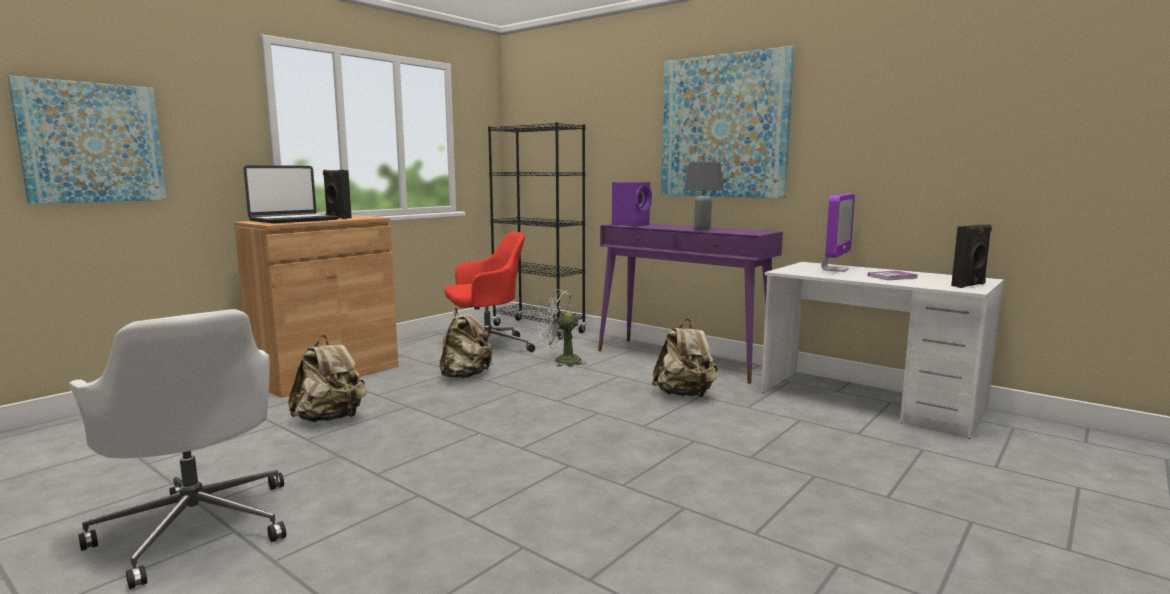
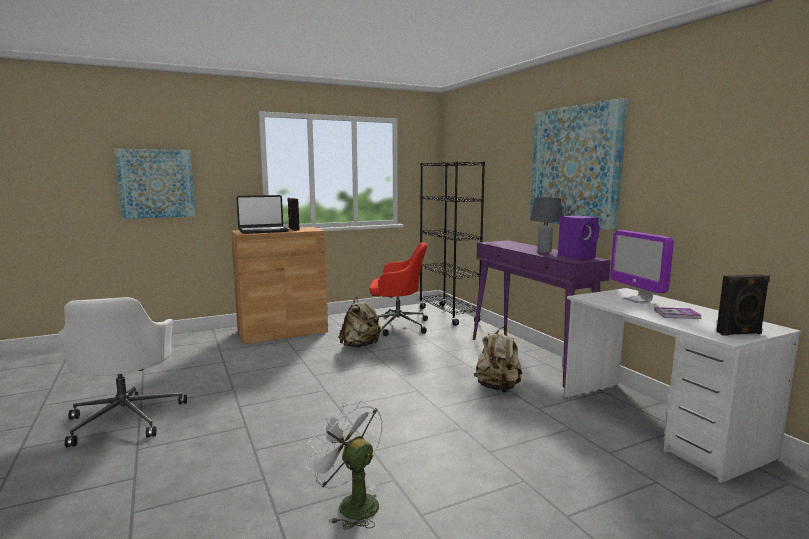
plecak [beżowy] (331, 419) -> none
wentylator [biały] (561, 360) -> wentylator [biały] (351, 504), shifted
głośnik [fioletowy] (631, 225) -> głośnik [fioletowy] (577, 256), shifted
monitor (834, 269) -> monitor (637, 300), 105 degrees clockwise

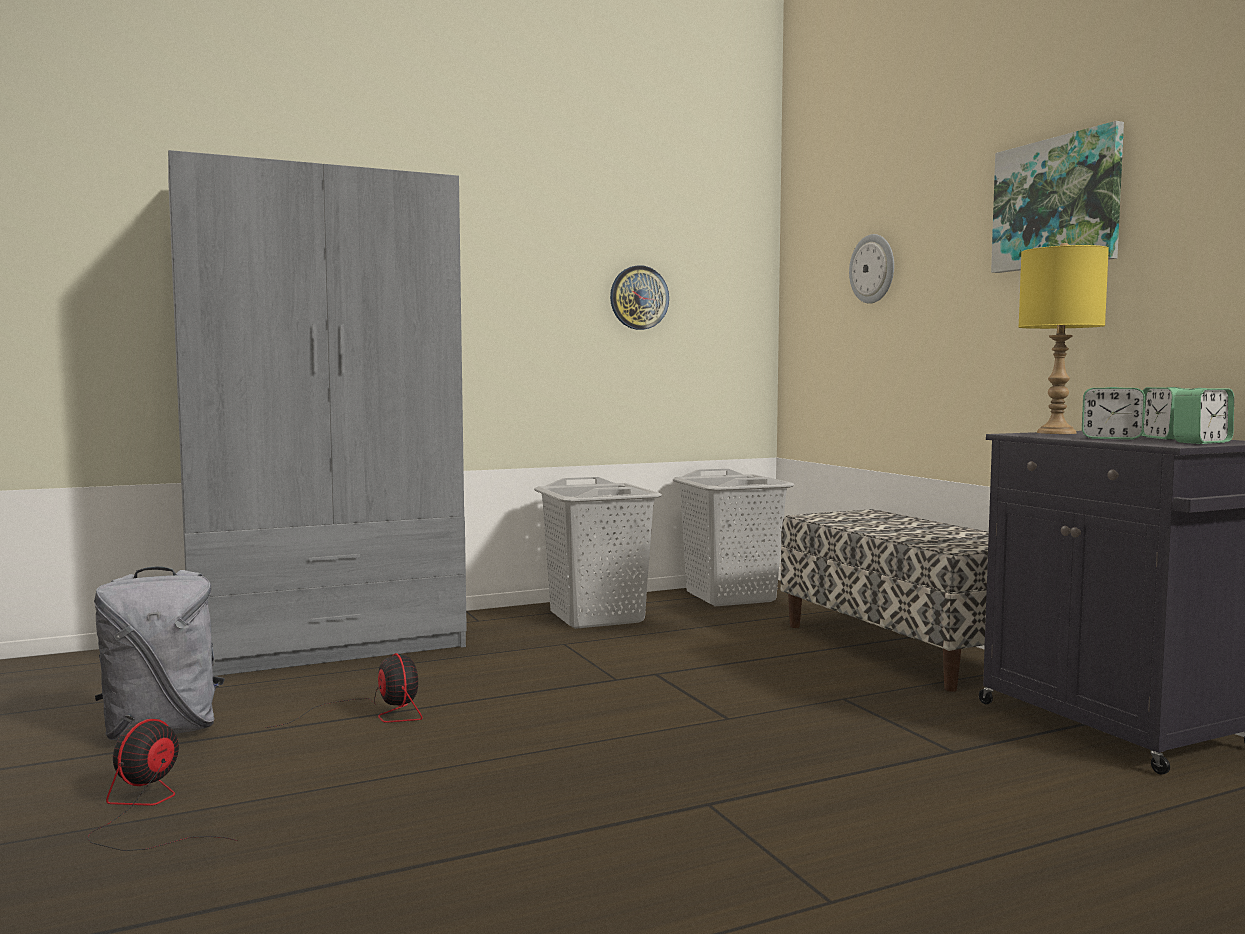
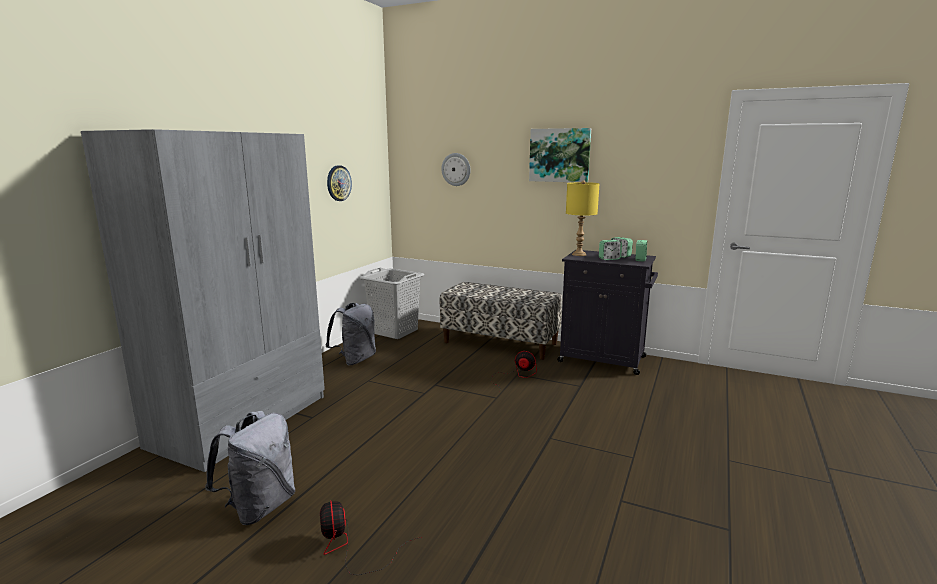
wentylator (373, 714) -> wentylator (515, 376), shifted
kosz na pranie [szary] (597, 617) -> plecak [szary] (355, 360)

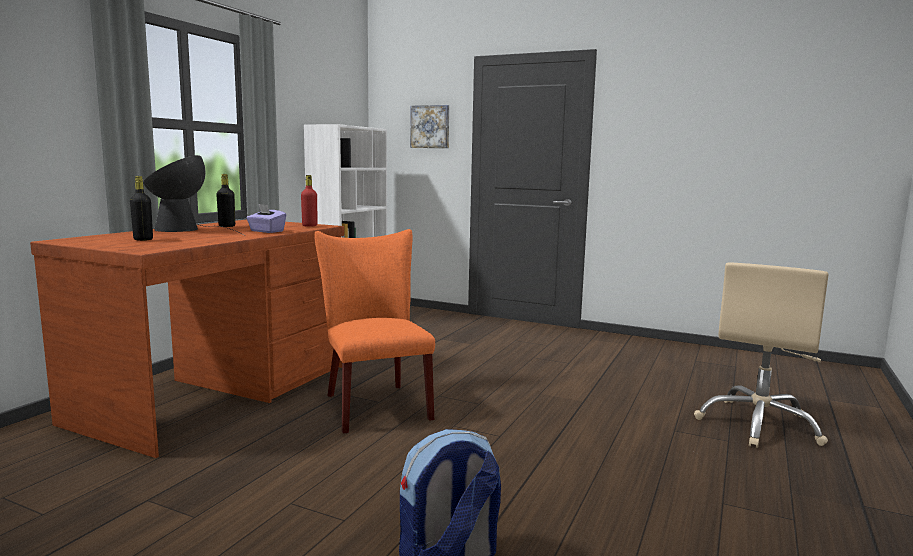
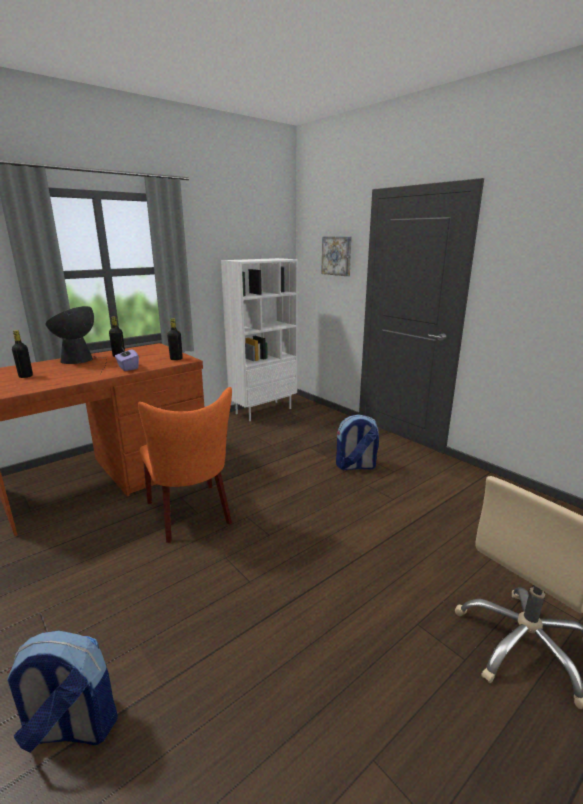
butelka [czerwony] (309, 226) -> butelka [czarny] (176, 359)
krzesło [pomarańczowy] (373, 404) -> krzesło [pomarańczowy] (191, 515), 150 degrees clockwise
none -> plecak (355, 466)

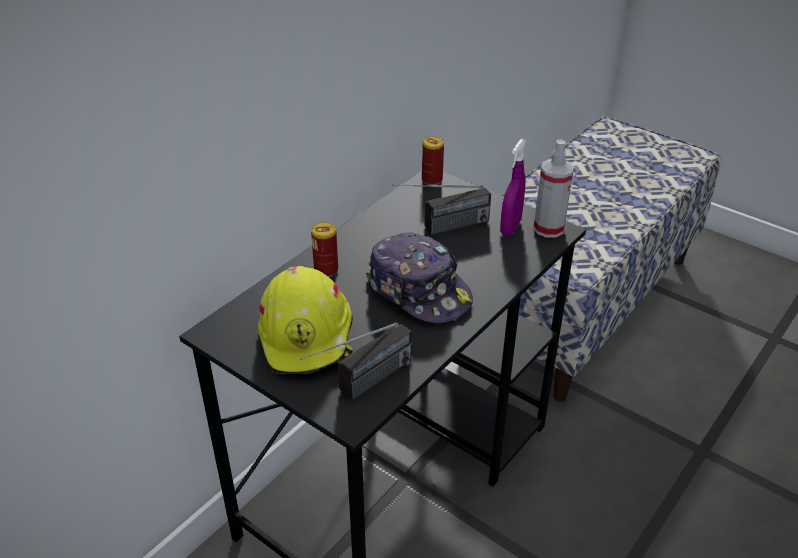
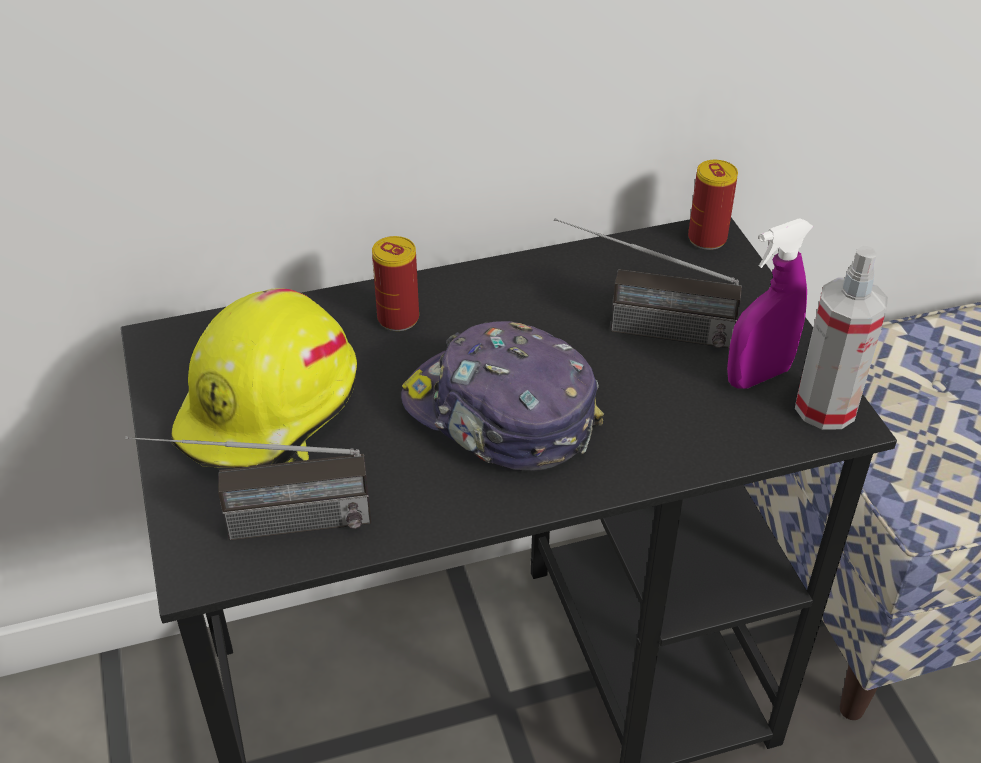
czapka z daszkiem (419, 290) -> czapka z daszkiem (499, 415), 135 degrees clockwise

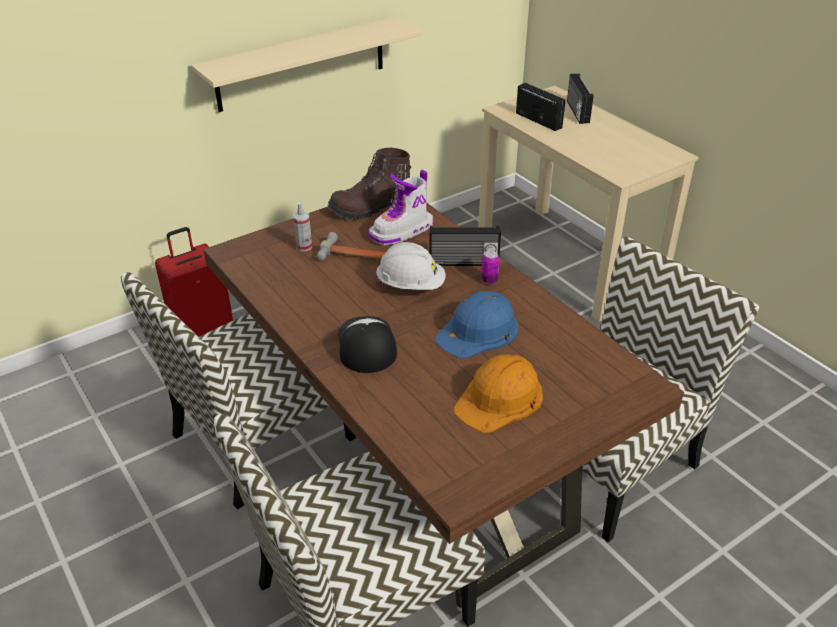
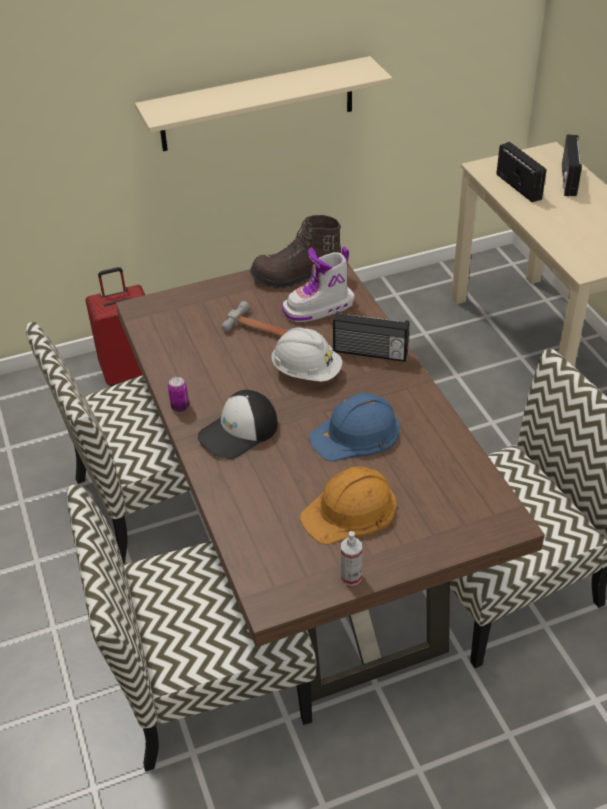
spryskiwacz (304, 247) -> spryskiwacz (351, 577), shifted
czapka z daszkiem (366, 345) -> czapka z daszkiem (239, 432), 135 degrees counterclockwise
puszka (489, 280) -> puszka (180, 407), shifted

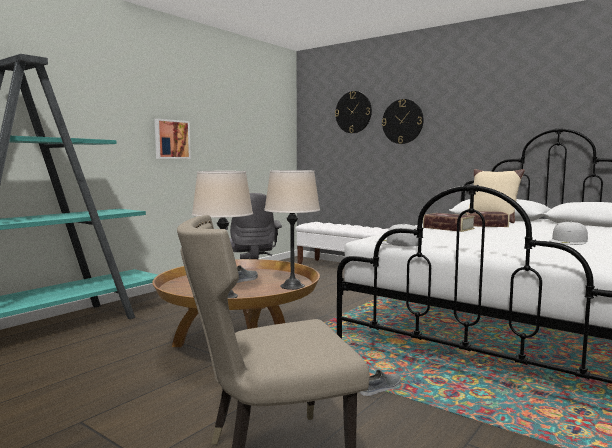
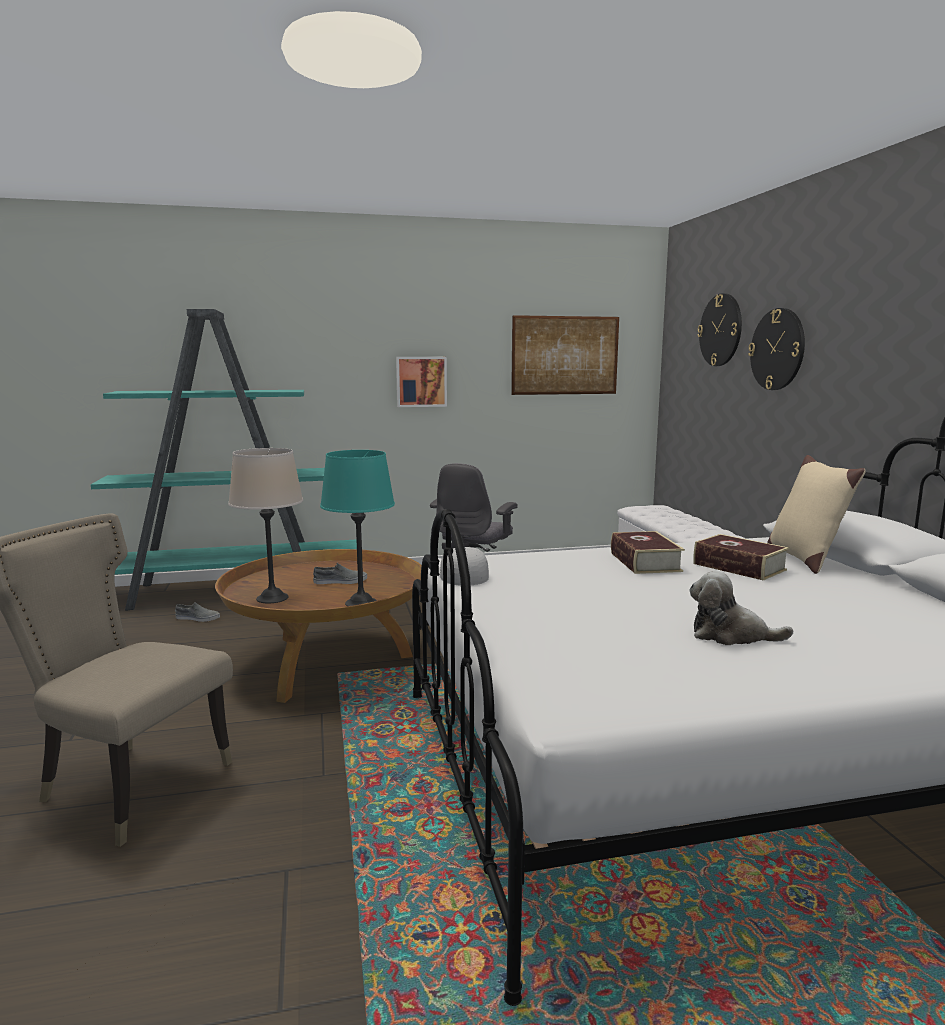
lampa stołowa [beżowy] (292, 286) -> lampa stołowa [turkusowy] (361, 603)
but [szary] (381, 388) -> but [szary] (197, 618), shifted
czapka z daszkiem [biały] (569, 241) -> pluszak (730, 635)
none -> obraz (565, 355)

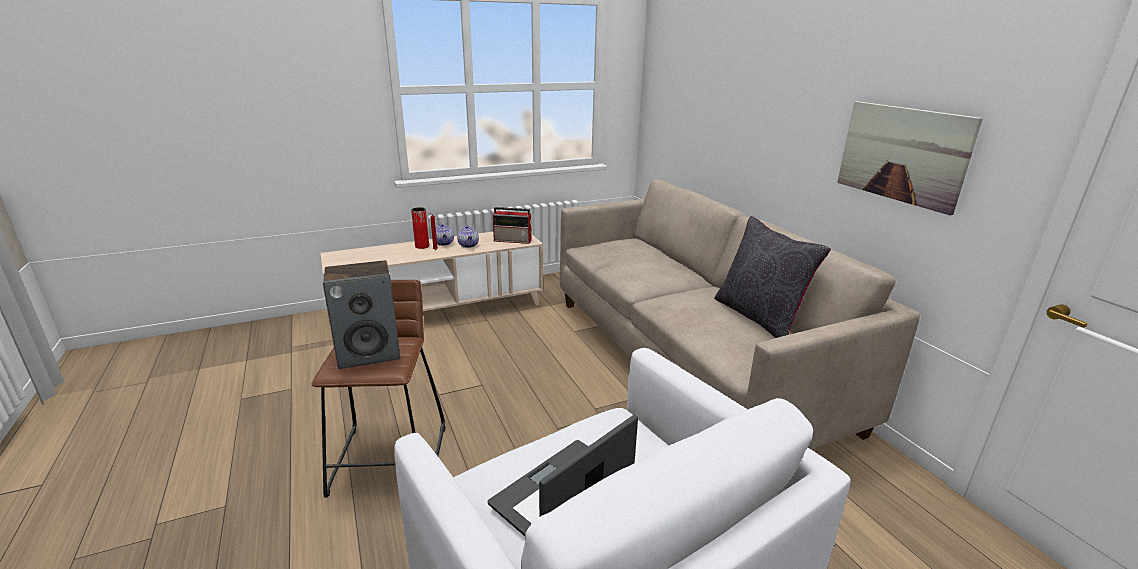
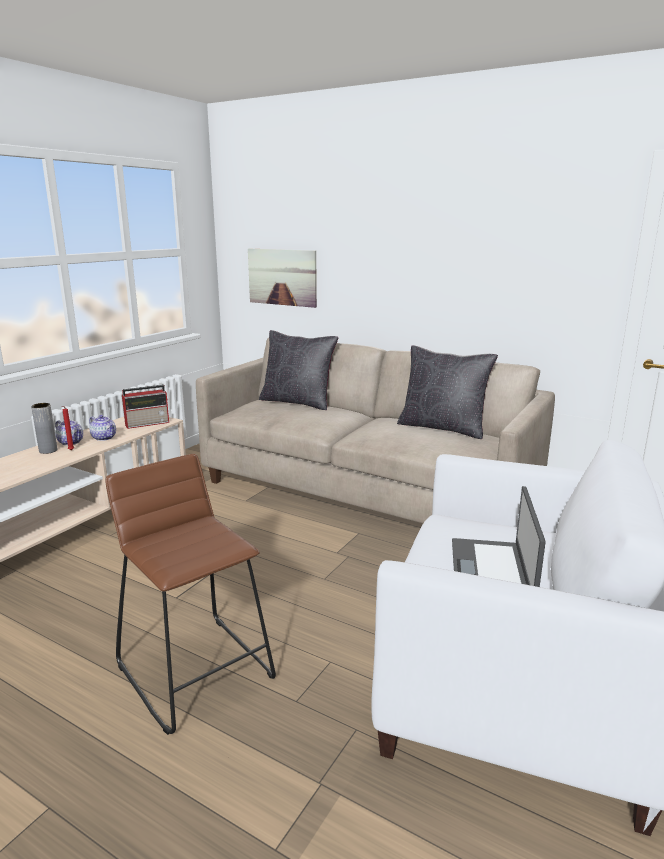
głośnik (369, 353) -> none
wazon [czerwony] (422, 246) -> wazon [szary] (48, 450)
obraz (902, 154) -> obraz (282, 277), shifted
none -> poduszka [czarny] (297, 402)

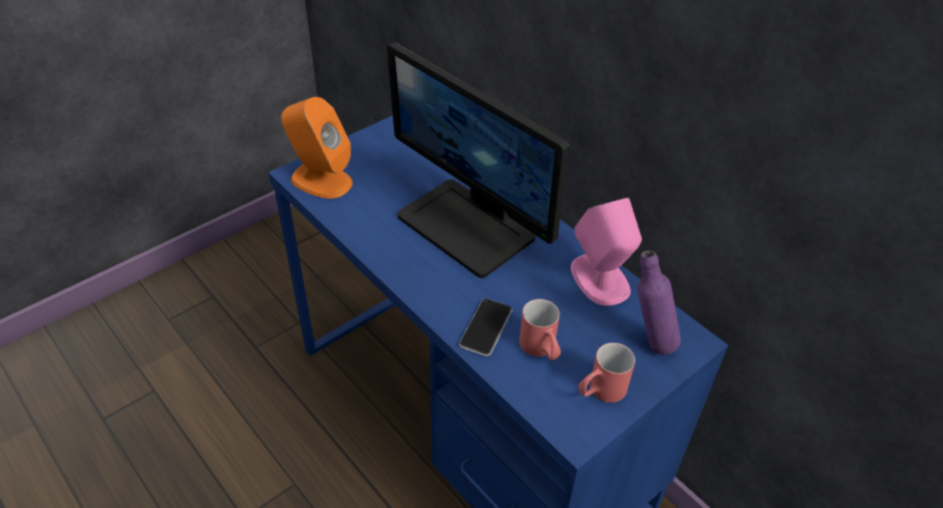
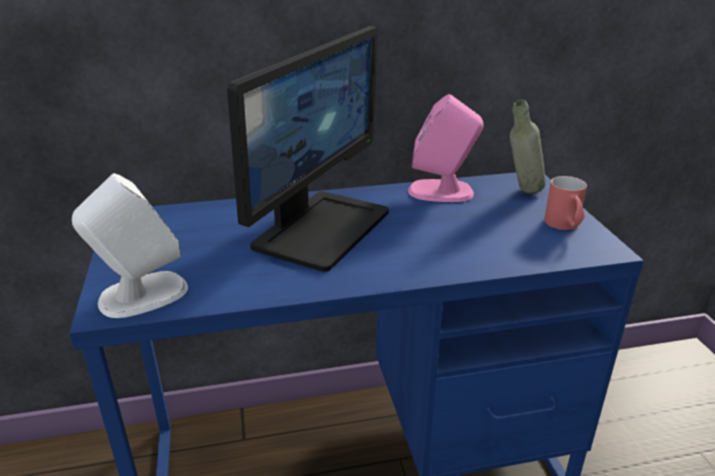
głośnik [pomarańczowy] (320, 180) -> głośnik [biały] (142, 295)
monitor (468, 226) -> monitor (320, 228), 45 degrees counterclockwise
telefon (486, 328) -> none
kubek [czerwony] (541, 350) -> none
butelka [fioletowy] (649, 342) -> butelka [szary] (521, 193)

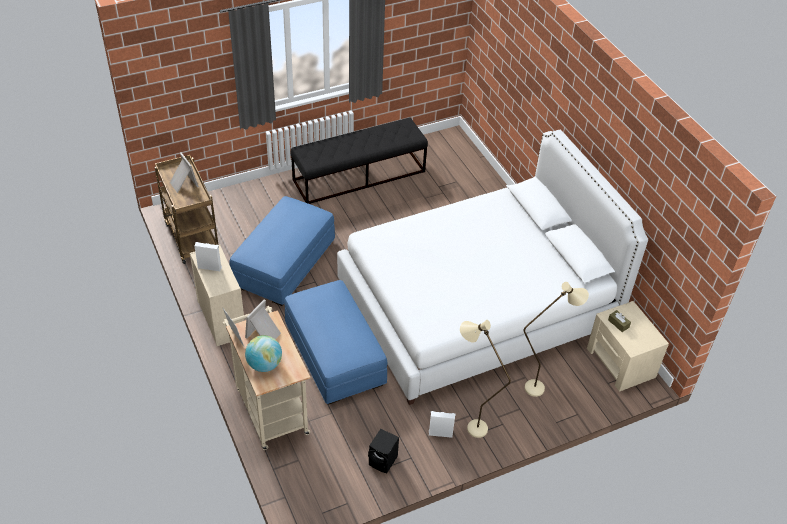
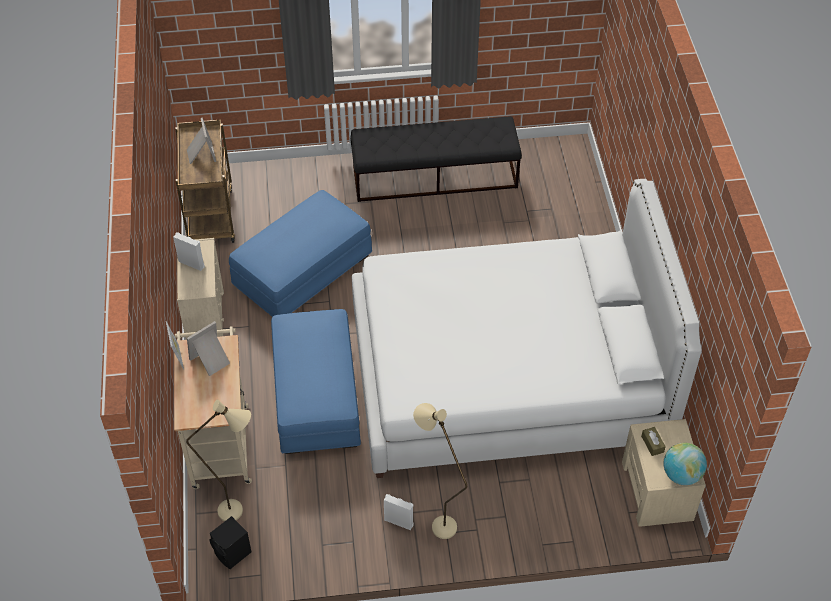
globus (264, 365) -> globus (681, 475), shifted
głośnik [czarny] (383, 461) -> głośnik [czarny] (233, 554), shifted
lampa stojąca [beżowy] (541, 387) -> lampa stojąca [beżowy] (239, 511), shifted

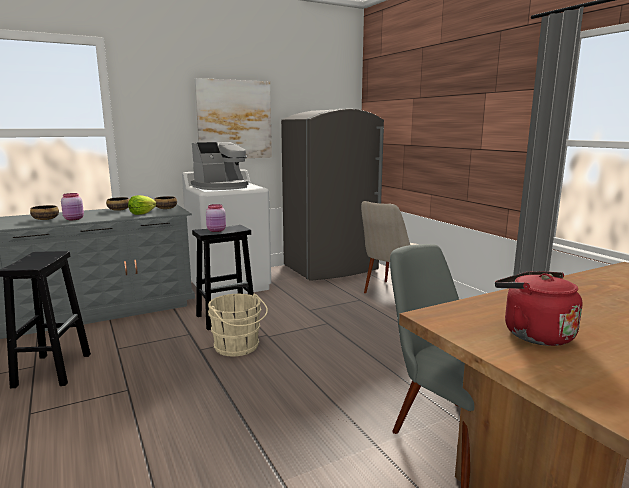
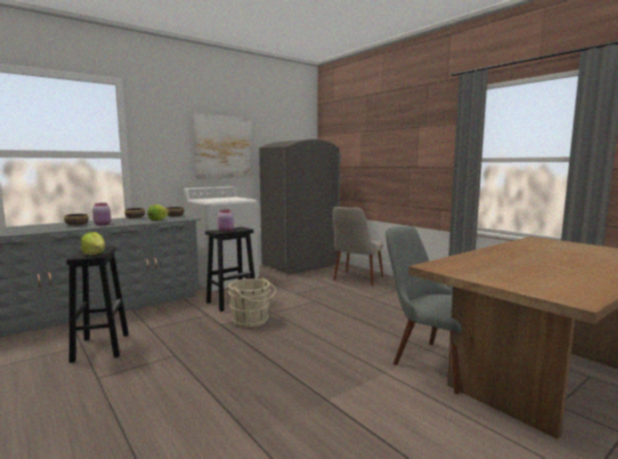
ekspres do kawy (222, 187) -> none
czajnik [czerwony] (533, 334) -> none
none -> sałata (94, 254)

